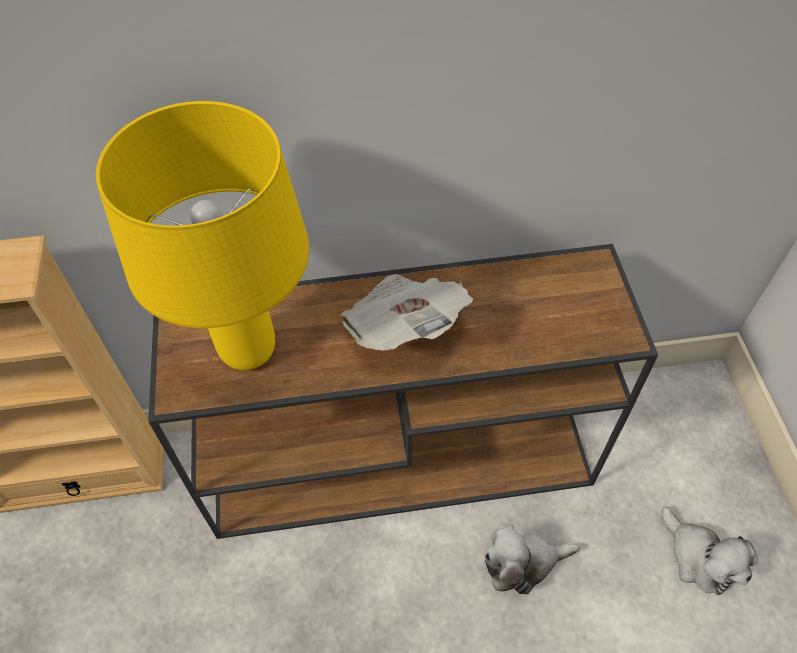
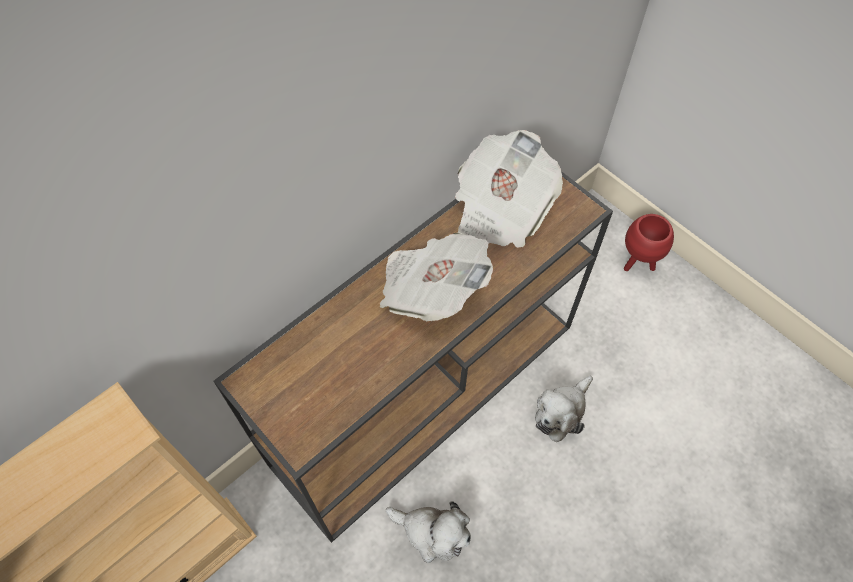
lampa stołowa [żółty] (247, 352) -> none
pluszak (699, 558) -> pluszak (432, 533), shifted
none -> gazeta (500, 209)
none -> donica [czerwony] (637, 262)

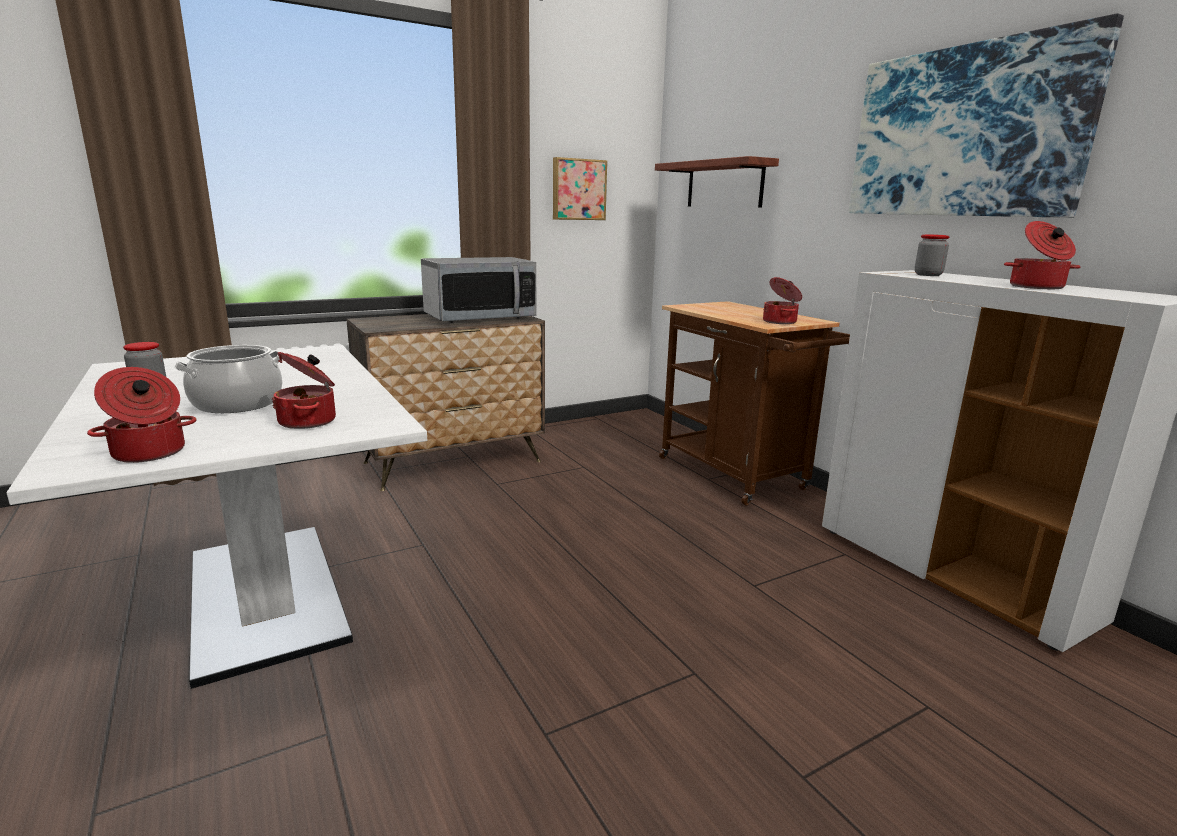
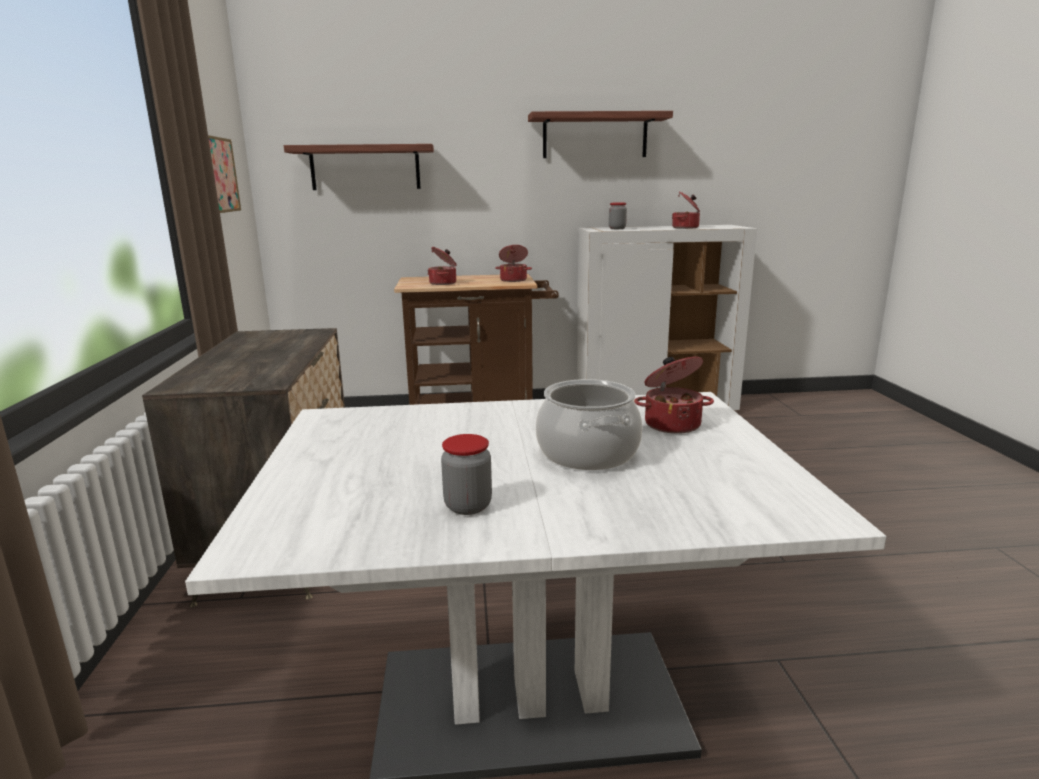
garnek (149, 453) -> garnek (443, 283), shifted
mikrofalówka (480, 317) -> none
obraz (964, 132) -> półka (595, 136)

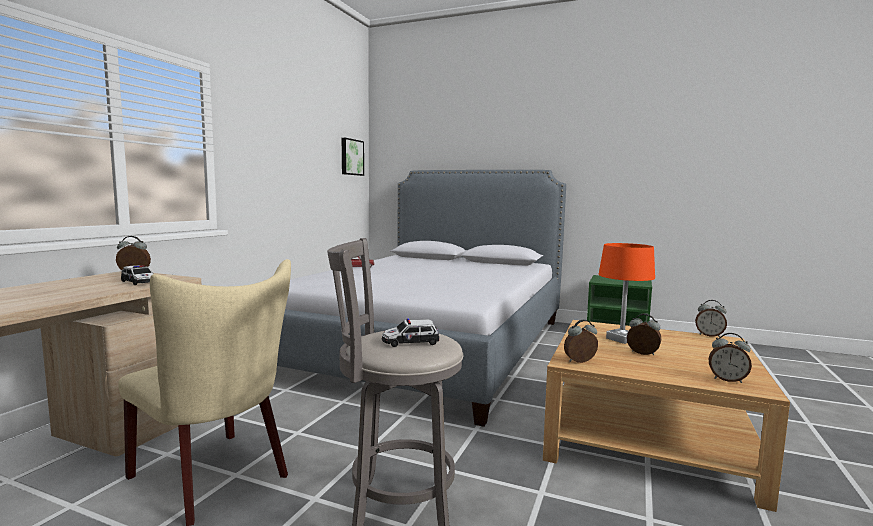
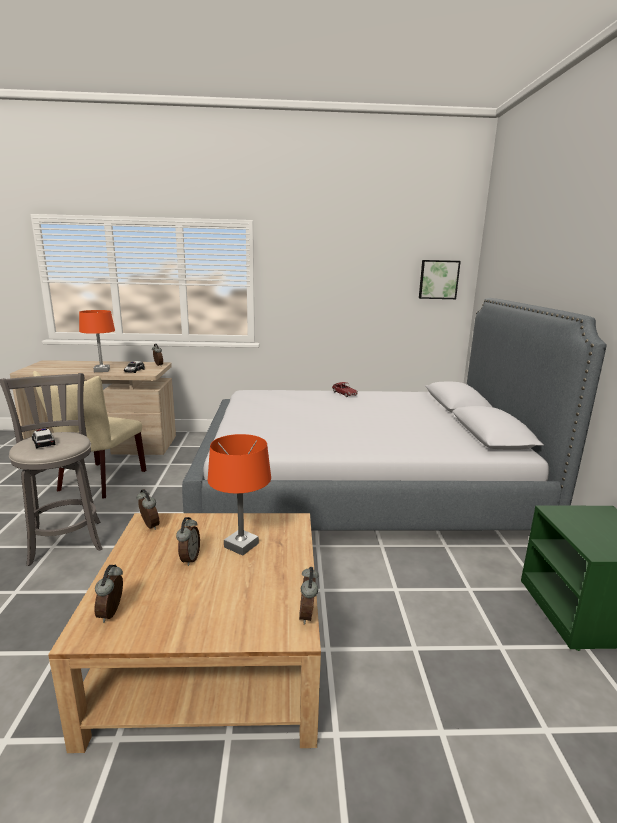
none -> lampa stołowa [pomarańczowy] (102, 370)

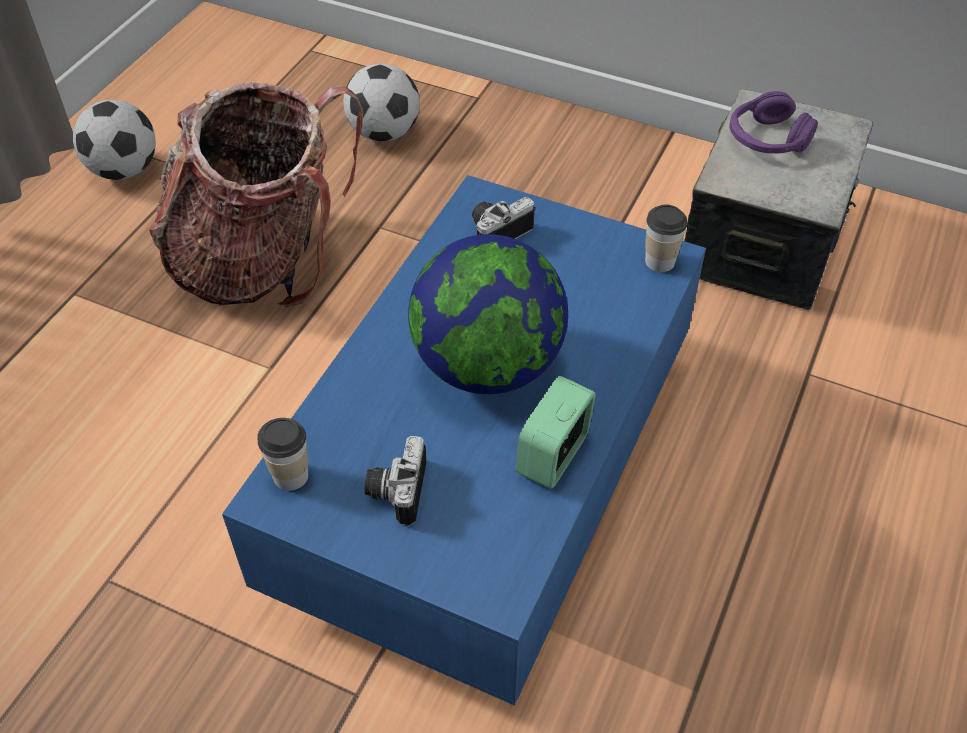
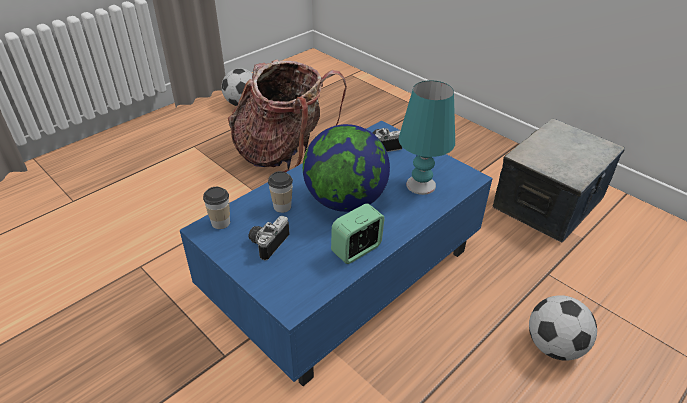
piłka futbolowa (384, 133) -> piłka futbolowa (554, 346), shifted
filiżanka (660, 261) -> filiżanka (282, 206), shifted
słuchawki [fioletowy] (767, 139) -> none
none -> lampa stołowa [turkusowy] (421, 185)

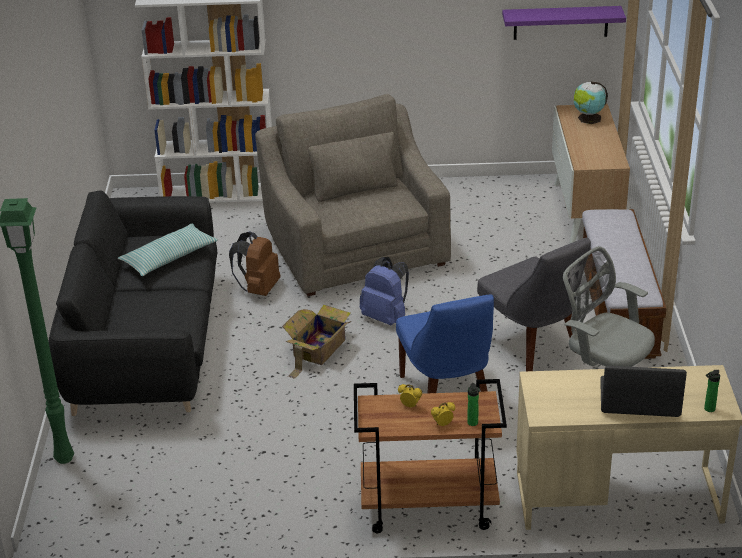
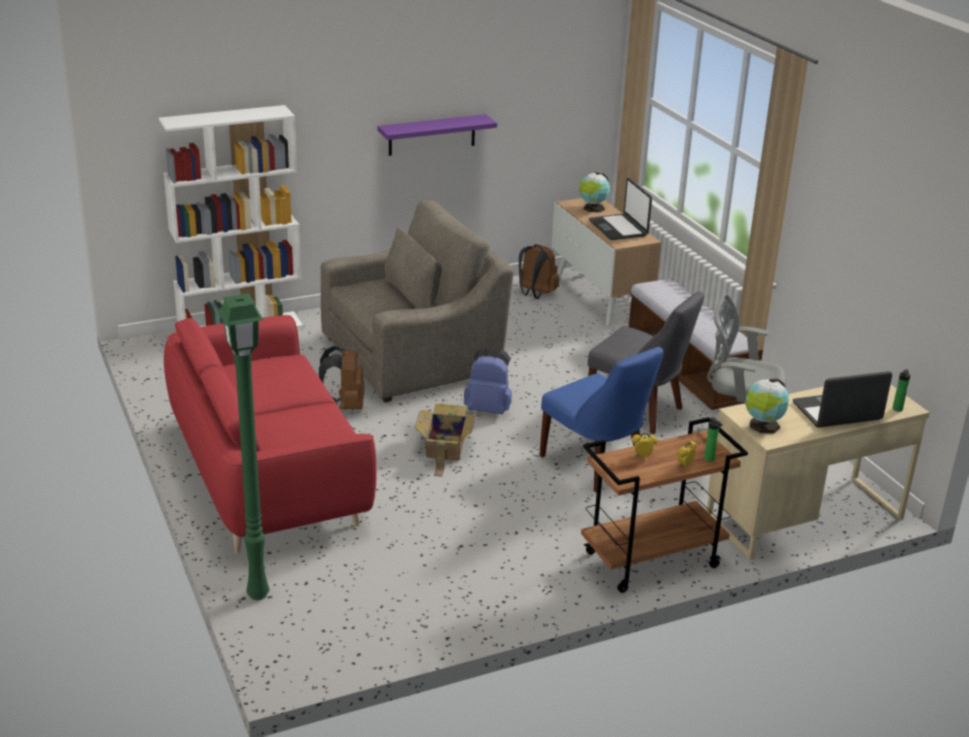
kanapa [czarny] (146, 346) -> kanapa [czerwony] (268, 475)
poduszka (169, 258) -> none
fotel [szary] (355, 247) -> fotel [szary] (413, 355), 105 degrees clockwise
półka [fioletowy] (561, 22) -> półka [fioletowy] (432, 135), shifted
none -> plecak [brązowy] (535, 294)
none -> laptop (619, 228)
none -> globus (763, 426)

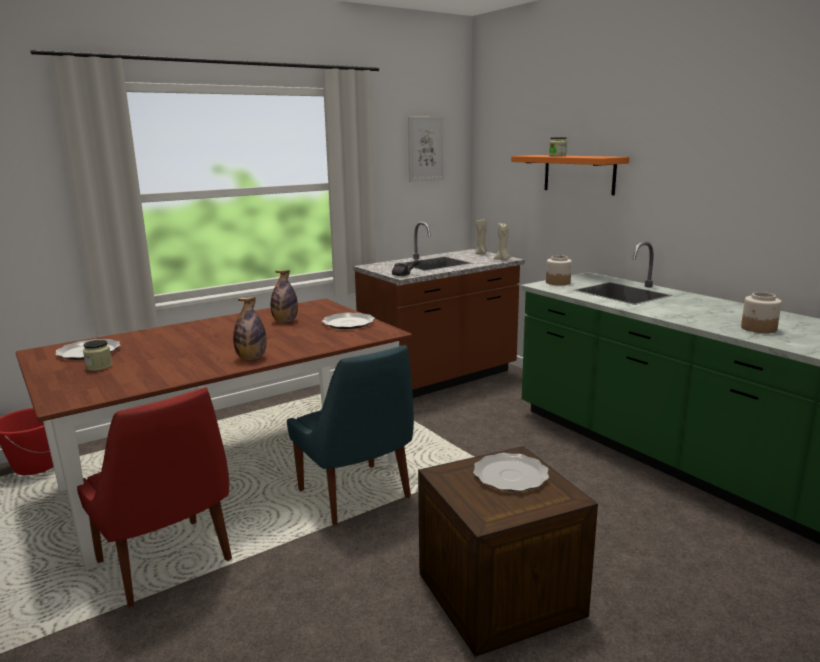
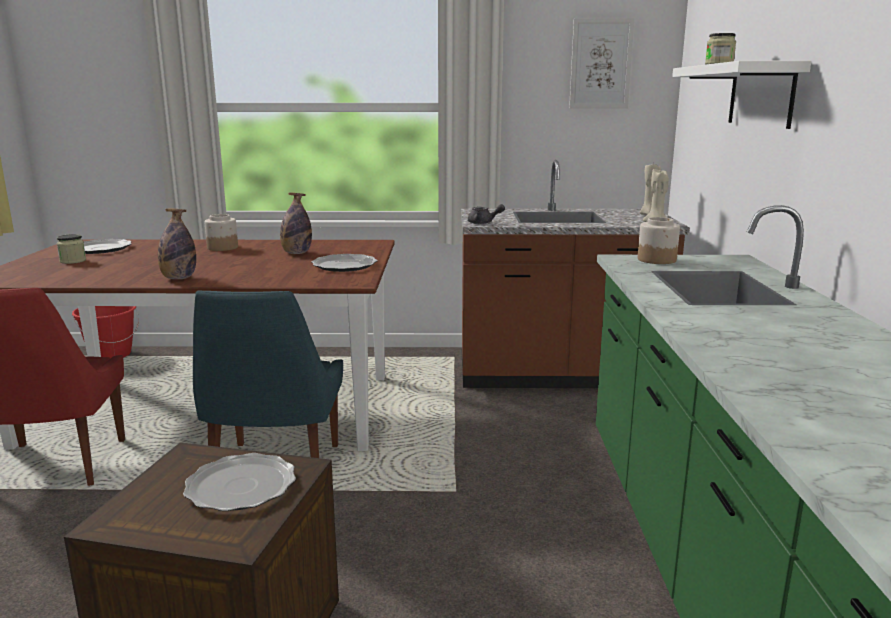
półka [pomarańczowy] (579, 174) -> półka [biały] (761, 95)
słoik (758, 328) -> słoik (222, 248), shifted

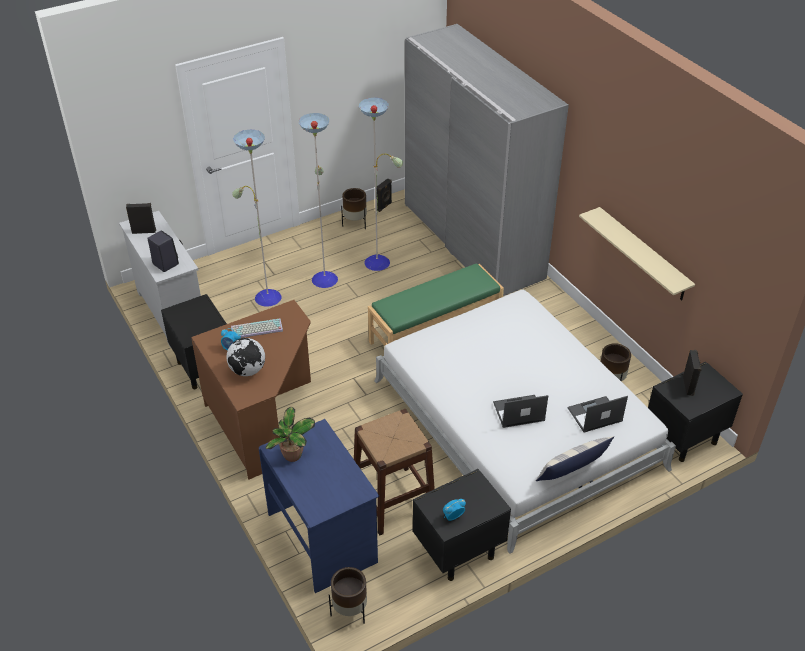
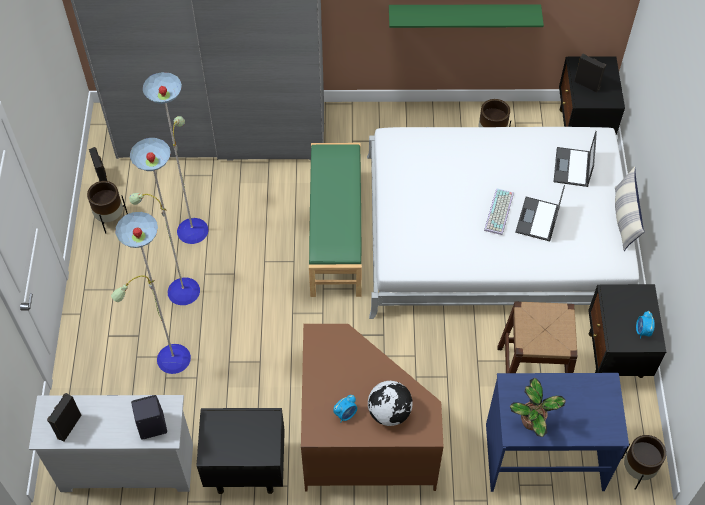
klawiatura (256, 330) -> klawiatura (499, 212), shifted
półka [beżowy] (643, 254) -> półka [zielony] (463, 15)

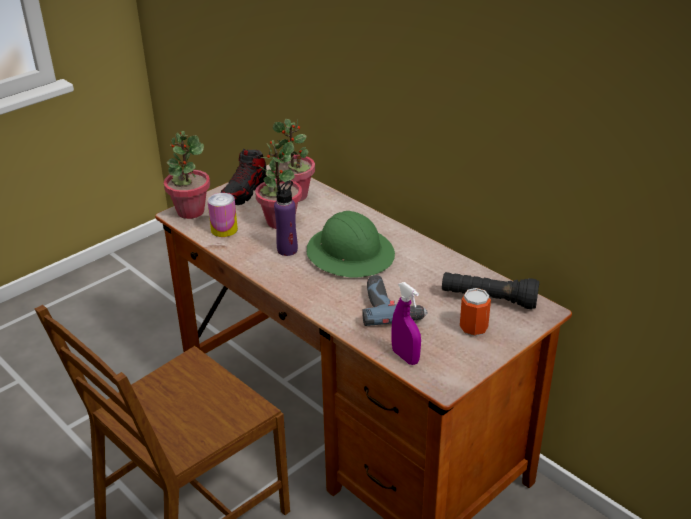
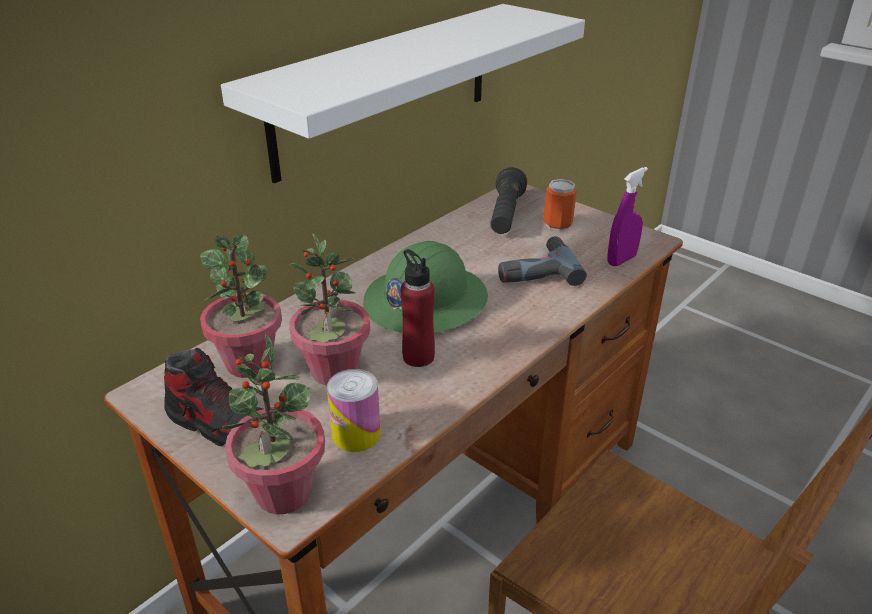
butelka [fioletowy] (287, 250) -> butelka [czerwony] (418, 357)
none -> półka [biały] (385, 88)

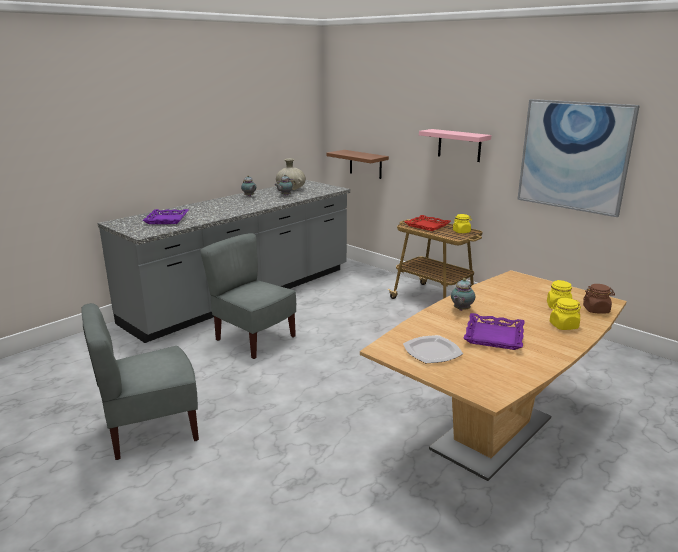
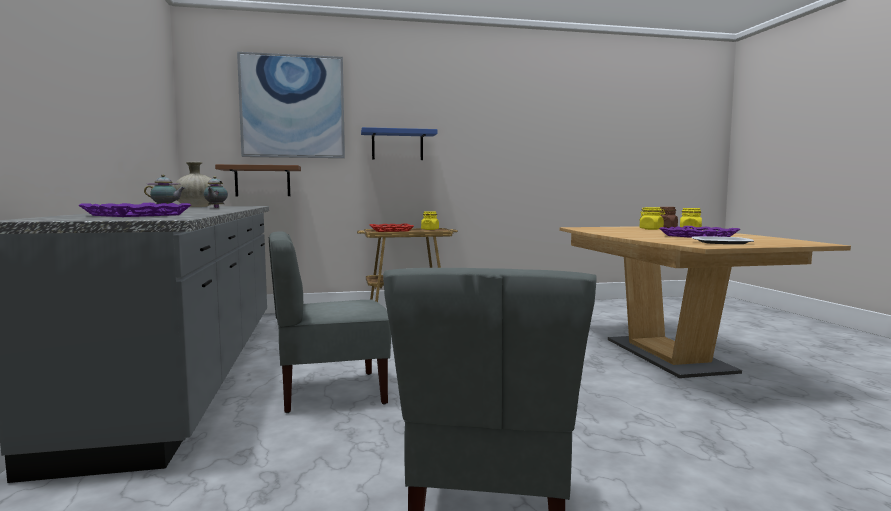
półka [różowy] (459, 145) -> półka [niebieski] (397, 145)
imbryk (461, 310) -> none
obraz (573, 156) -> obraz (292, 107), shifted

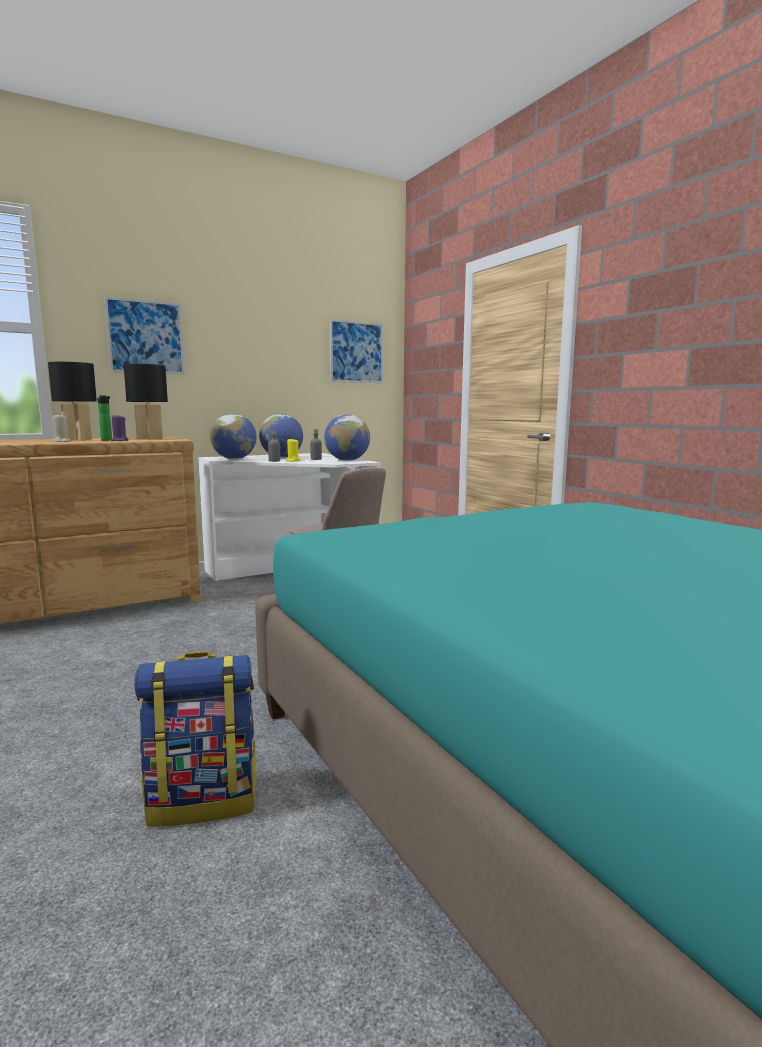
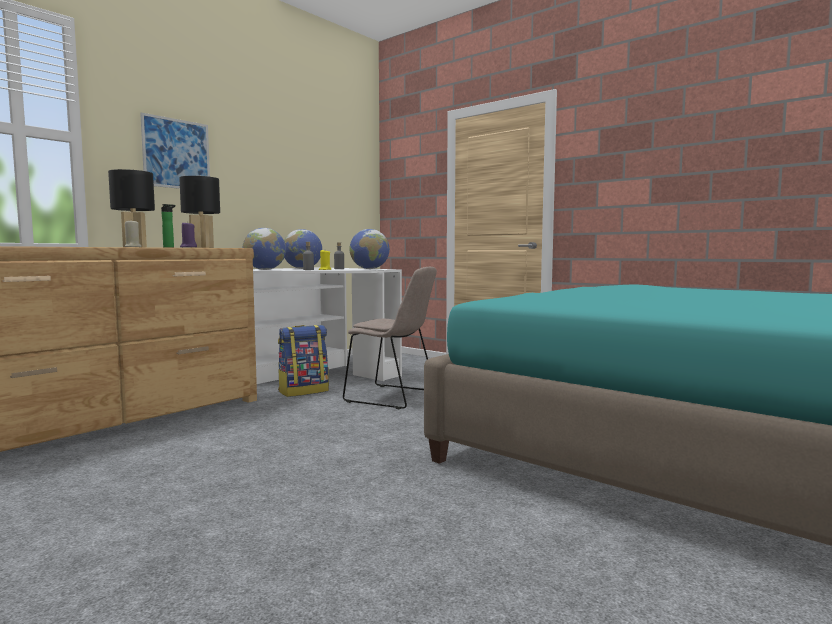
plecak (204, 800) -> plecak (304, 391), shifted
obraz (356, 352) -> none

